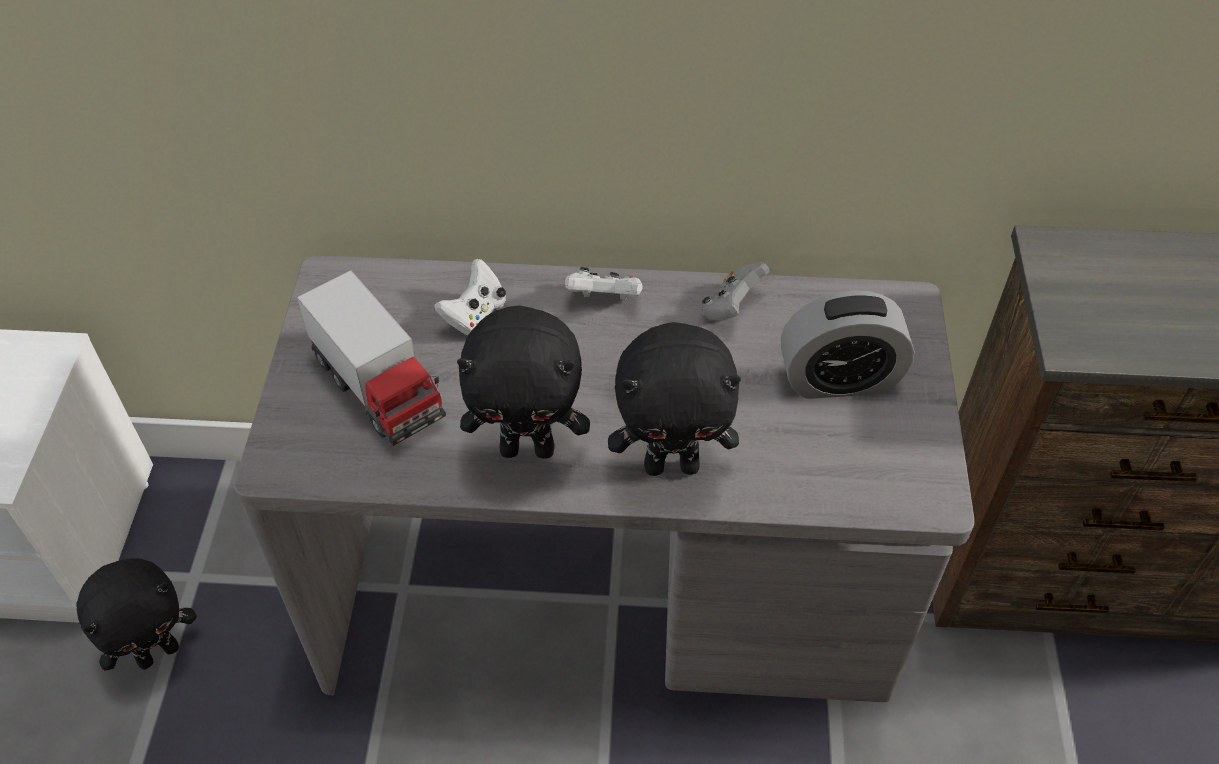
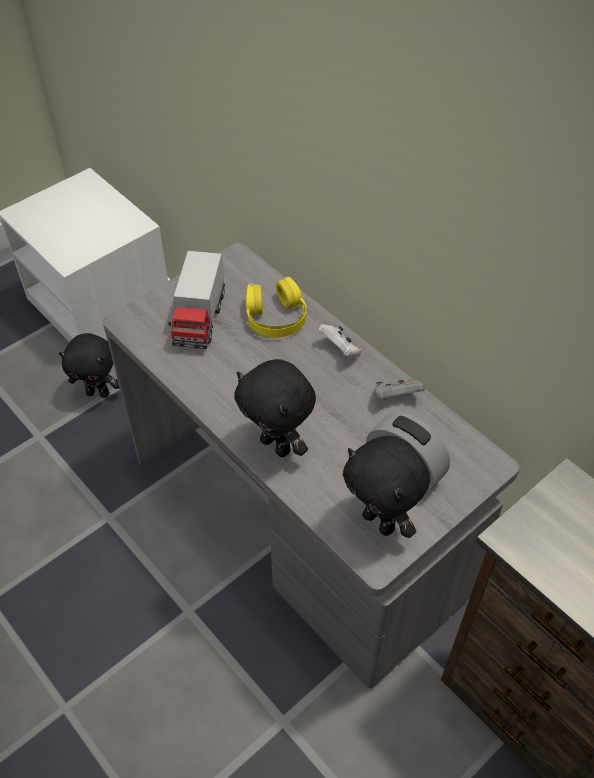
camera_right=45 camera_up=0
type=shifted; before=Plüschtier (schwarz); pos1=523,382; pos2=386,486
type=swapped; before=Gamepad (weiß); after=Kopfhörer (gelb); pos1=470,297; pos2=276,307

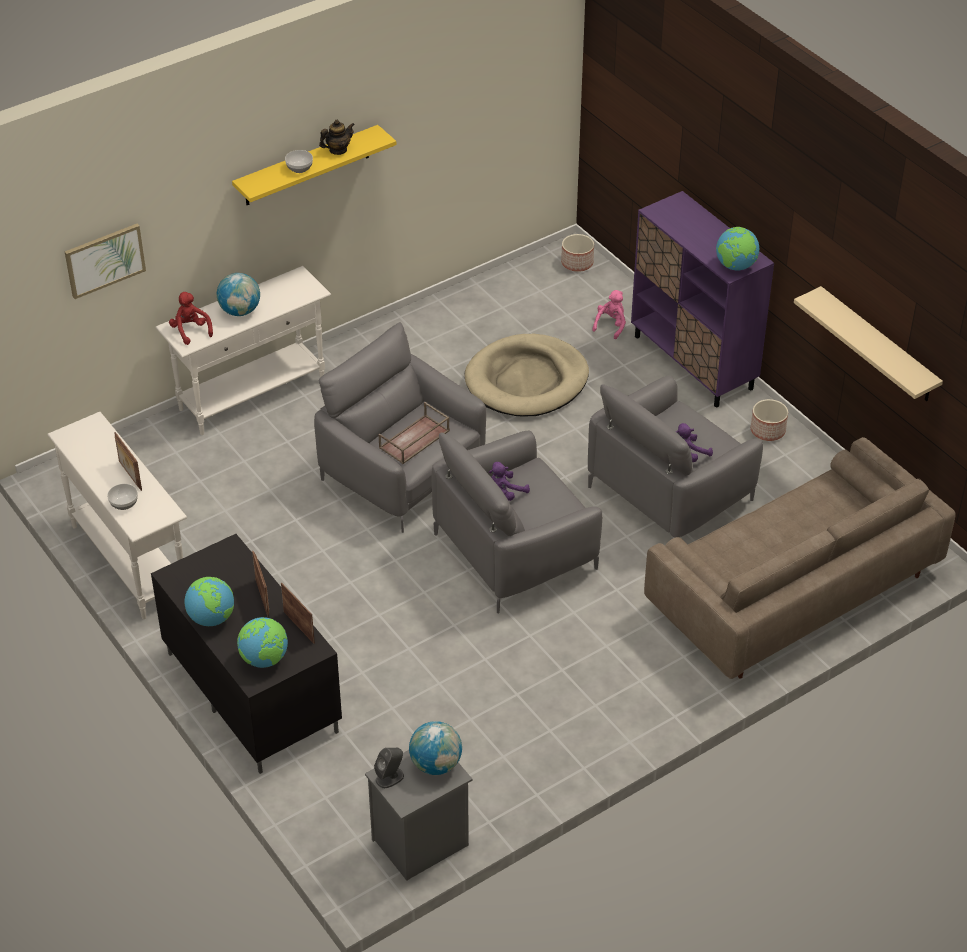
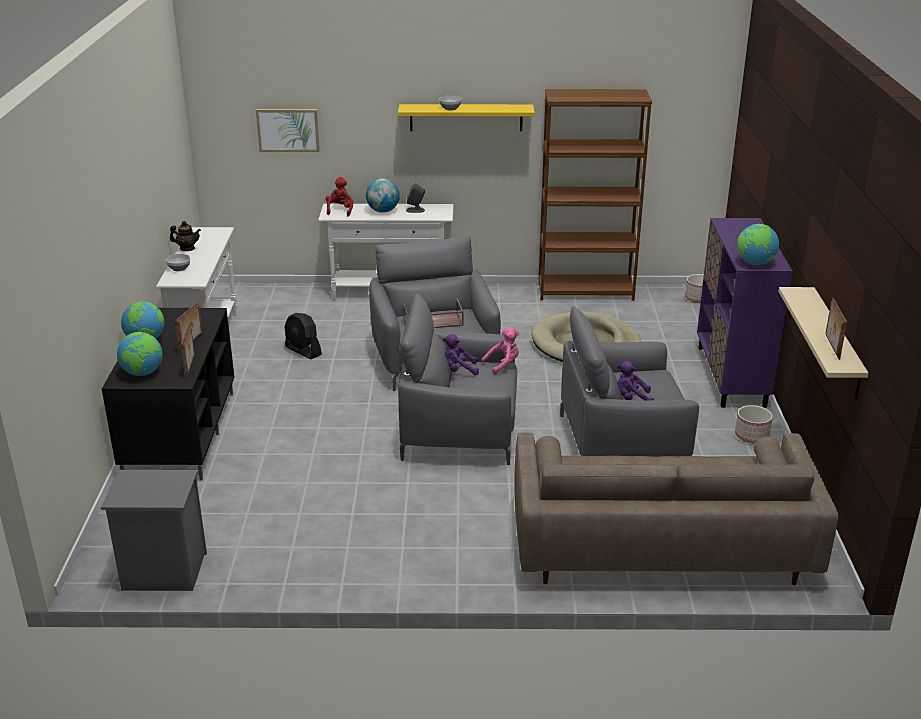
camera_right=35 camera_up=-15
type=gone; before=Globus; pos1=435,748
type=new; after=Ventilator (schwarz); pos2=303,336
type=new; after=Bücherregal (braun); pos2=595,195
type=shifted; before=Bilderrahmen; pos1=128,461; pos2=836,329
type=shifted; before=Teekanne; pos1=337,137; pos2=185,236
type=shifted; before=Lautsprecher (grau); pos1=389,768; pos2=415,198
type=shifted; before=Plüschtier (rosa); pos1=609,314; pos2=500,350

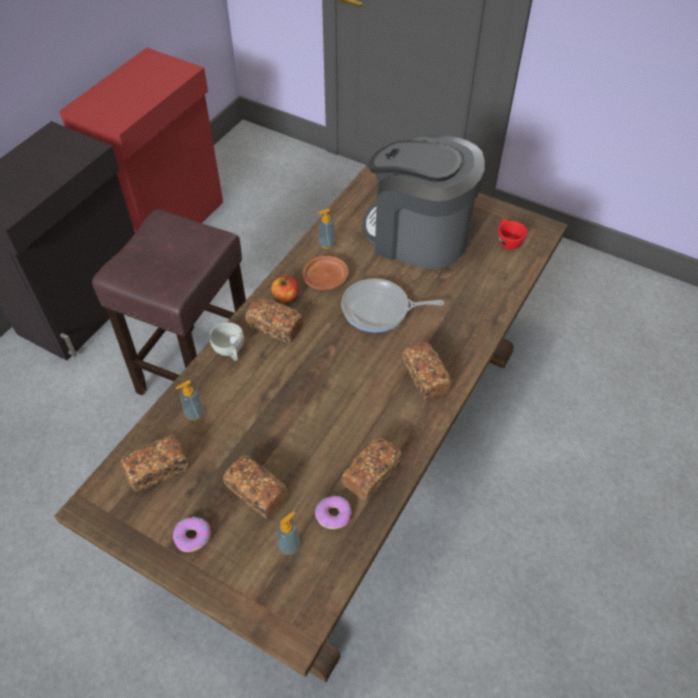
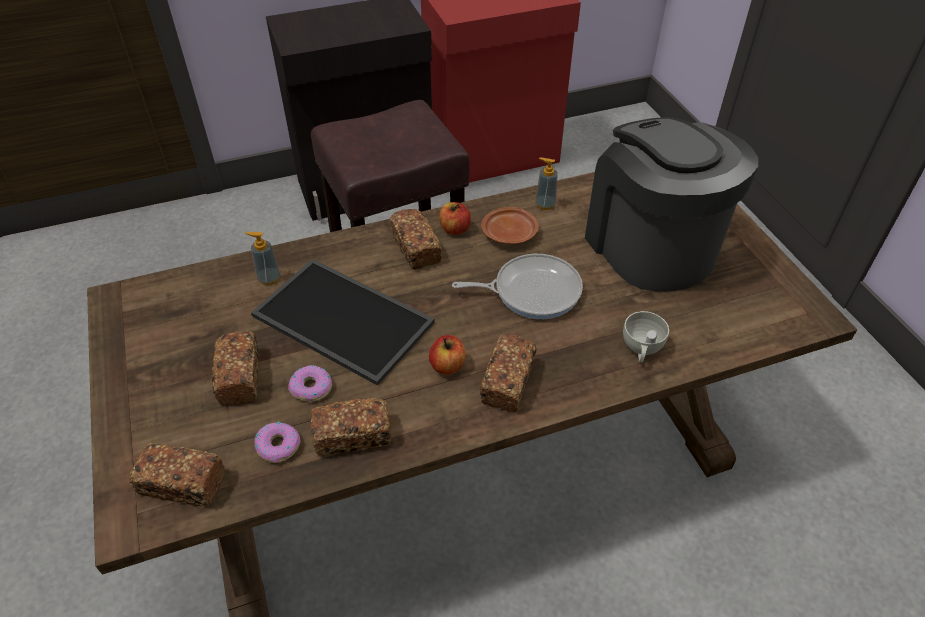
camera_right=40 camera_up=-5
type=gone; before=Seifenspender; pos1=289,533
type=gone; before=Tasse (rot); pos1=512,234
type=new; after=Tablett; pos2=343,322
type=new; after=Apfel; pos2=447,355
type=shifted; before=Brot; pos1=155,464; pos2=177,475
type=shifted; before=Donut; pos1=192,534; pos2=310,383
type=shifted; before=Tasse (weiß); pos1=227,341; pos2=646,337
type=rotated; before=Pfanne; pos1=392,305; pos2=517,286; turn=135

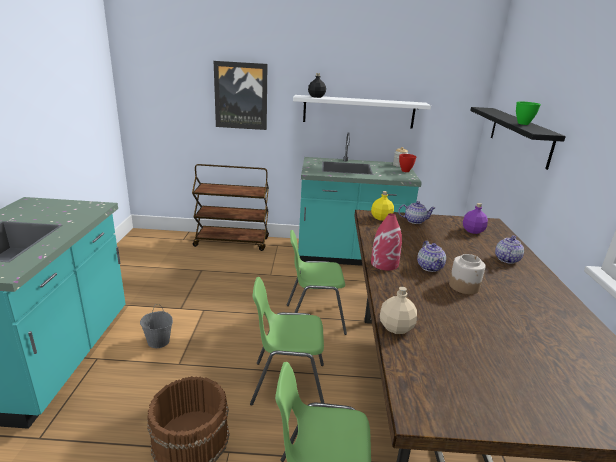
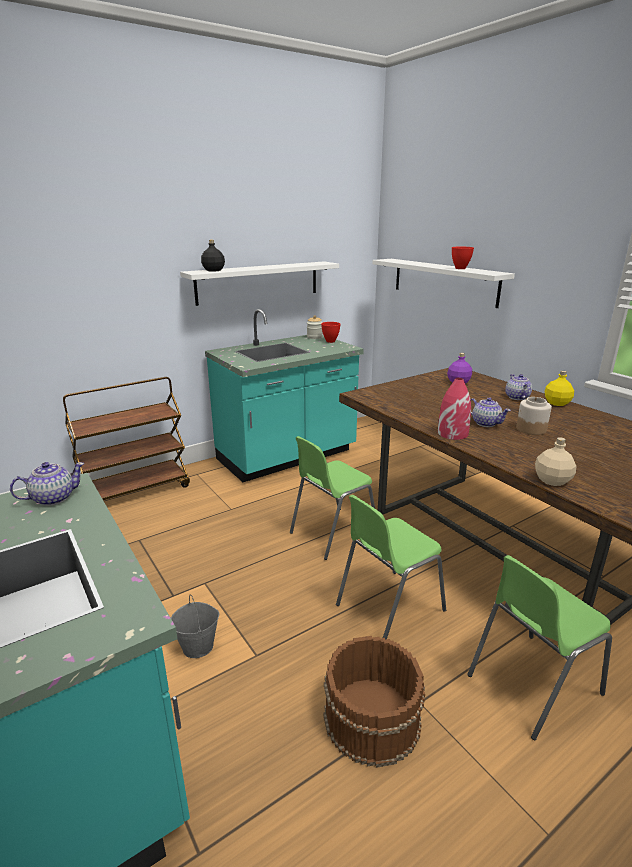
camera_right=-35 camera_up=0
type=gone; before=Bild; pos1=241,95
type=shifted; before=Flasche (gelb); pos1=382,206; pos2=559,388
type=shifted; before=Teekanne; pos1=416,212; pos2=47,484
type=repainted; before=Wandregal (schwarz); after=Wandregal (weiß); pos1=518,138; pos2=443,283
type=repainted; before=Schüssel (grün); after=Schüssel (rot); pos1=528,113; pos2=463,258

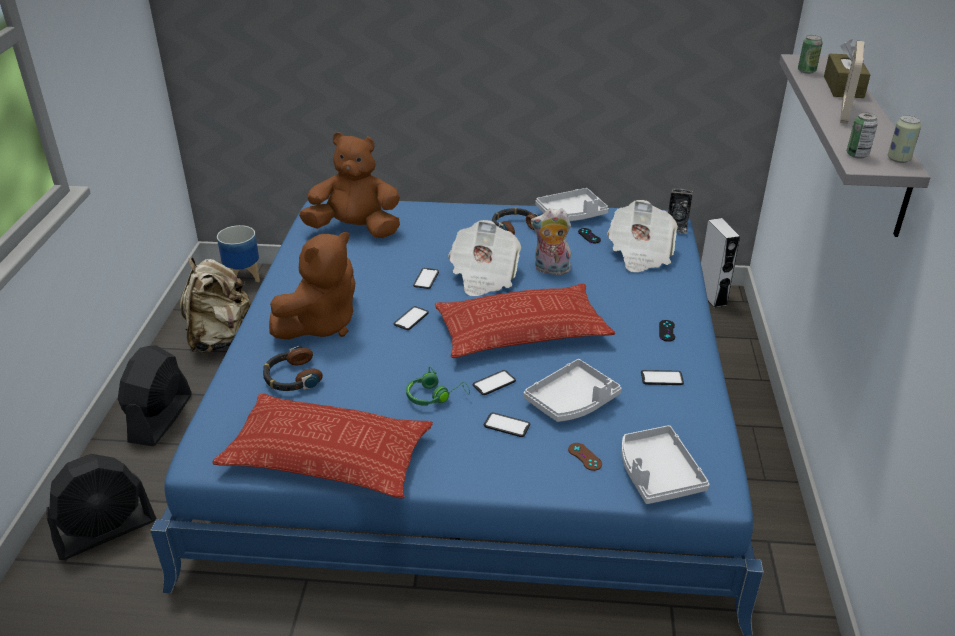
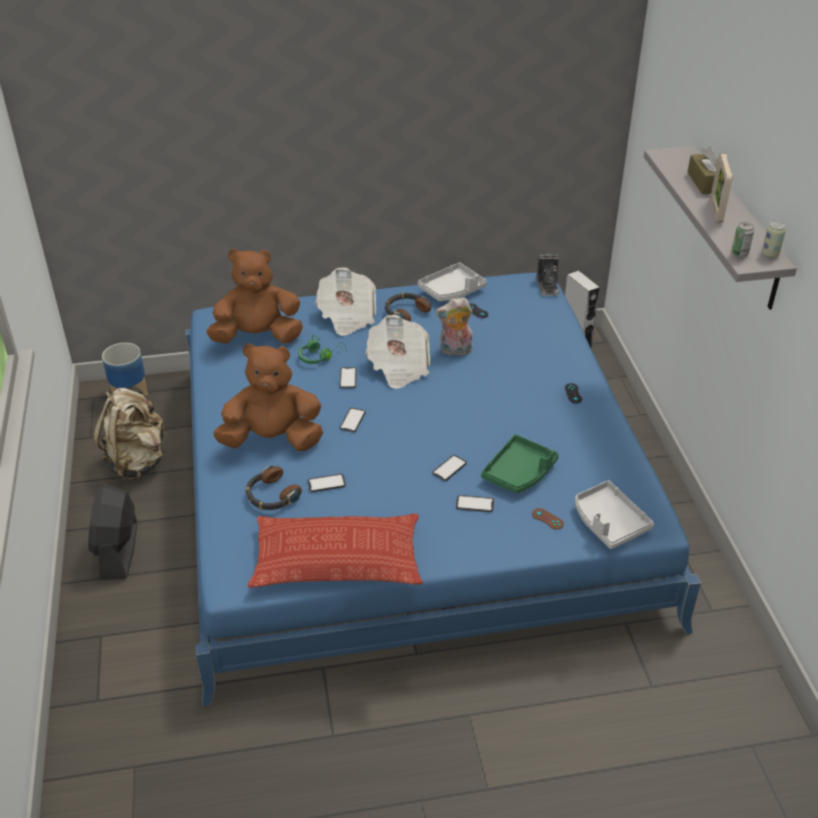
camera_right=-15 camera_up=5
type=gone; before=Ventilator (schwarz); pos1=101,507
type=gone; before=Kissen; pos1=525,320
type=gone; before=Dose; pos1=810,54
type=shifted; before=Kopfhörer (grün); pos1=438,386; pos2=322,349
type=shifted; before=Zeitung; pos1=642,236; pos2=345,301
type=shifted; before=Handy; pos1=662,377; pos2=327,483
type=repainted; before=Tablett (grau); after=Tablett (grün); pos1=573,390; pos2=520,464
type=rotated; before=Plüschtier (braun); pos1=312,286; pos2=268,397; turn=-120

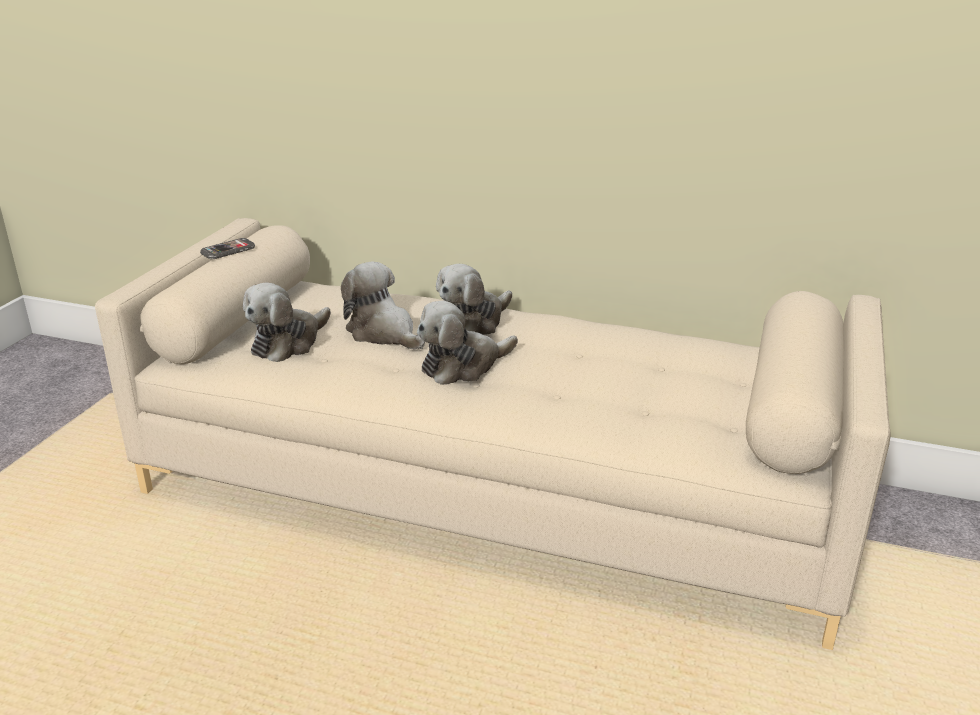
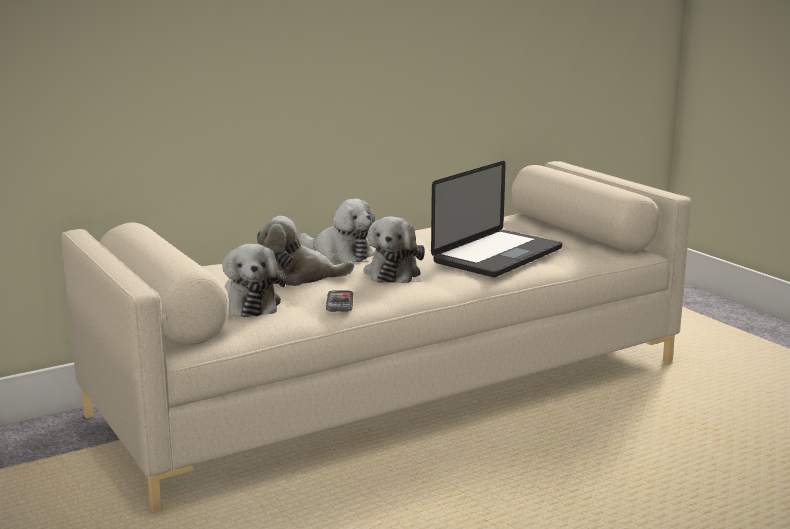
camera_right=-50 camera_up=-10
type=new; after=Laptop; pos2=496,219
type=shifted; before=Handy; pos1=227,248; pos2=339,301
type=rotated; before=Plüschtier; pos1=474,299; pos2=337,230; turn=-45

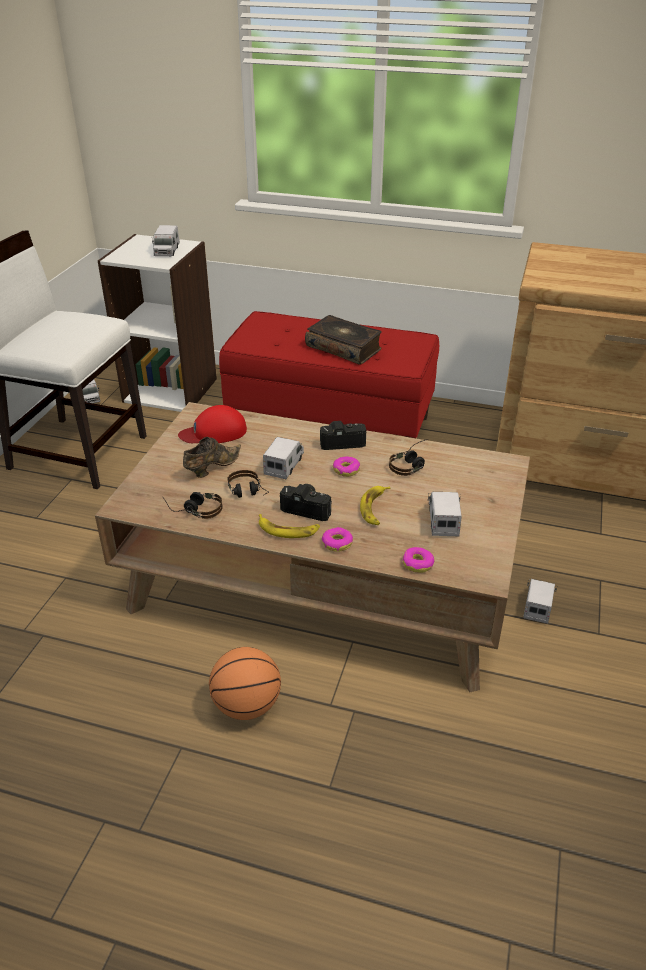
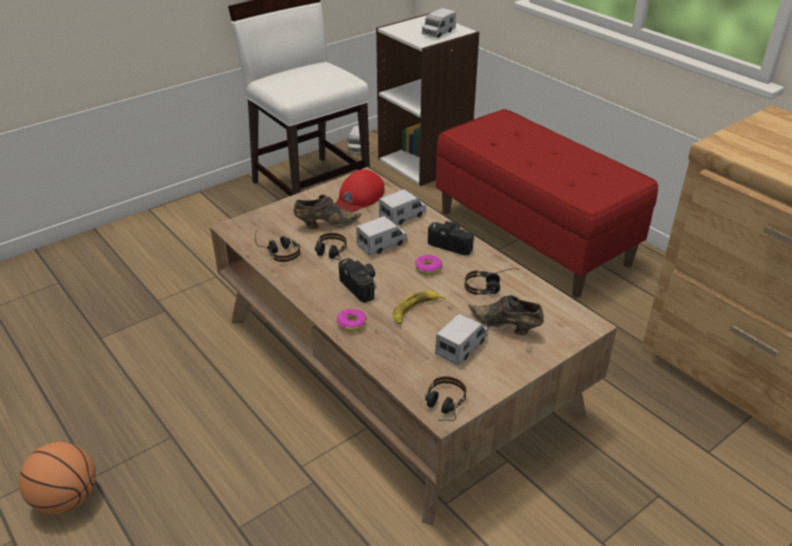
camera_right=35 camera_up=0
type=gone; before=Banane; pos1=289,526
type=gone; before=Buch; pos1=343,340
type=gone; before=Donut; pos1=418,560
type=new; after=Kopfhörer; pos2=446,398
type=new; after=Schuh (braun); pos2=506,315
type=shifted; before=Basketball; pos1=245,683; pos2=57,478
type=shifted; before=Spielzeuglaster; pos1=540,601; pos2=403,207
type=rotated; before=Kappe (rot); pos1=212,424; pos2=360,190; turn=-75

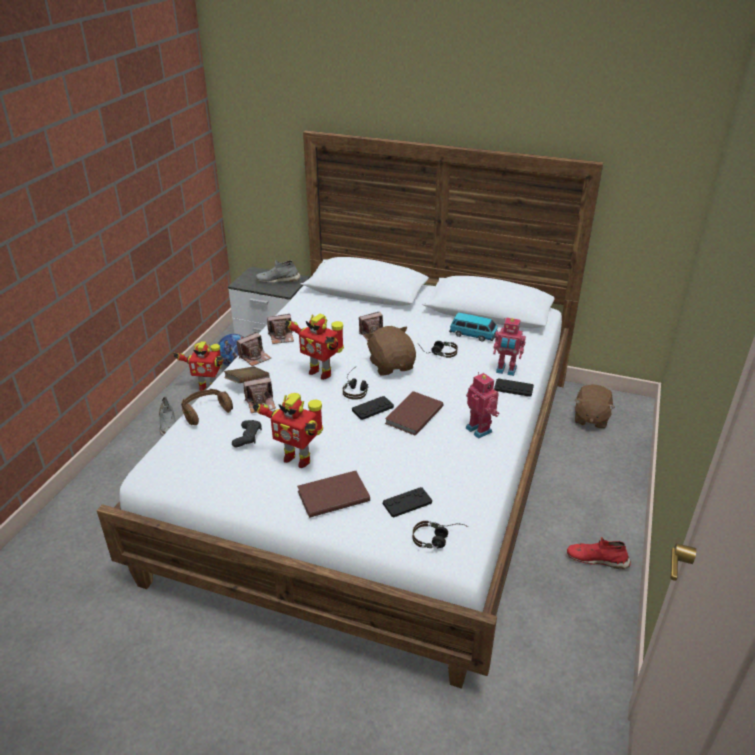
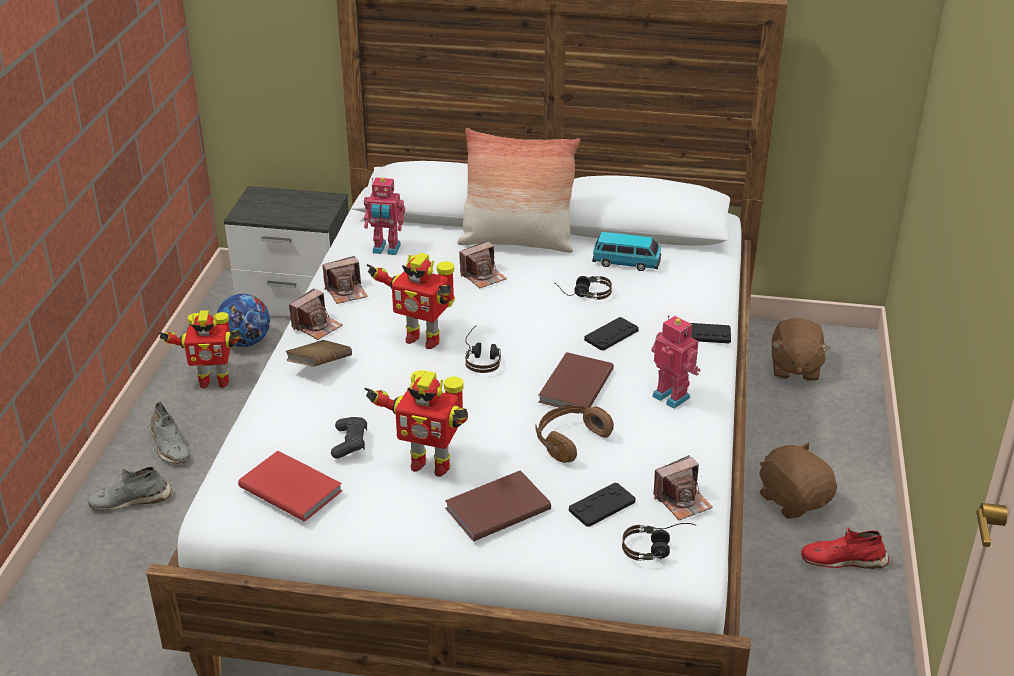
camera_right=-10 camera_up=0
type=new; after=Buch (rot); pos2=290,486
type=new; after=Kissen; pos2=519,190
type=shifted; before=Kopfhörer (braun); pos1=207,407; pos2=574,433
type=shifted; before=Kamera; pos1=259,394; pos2=683,487
type=shifted; before=Schuh (grau); pos1=278,271; pos2=130,489
type=shifted; before=Gamepad (schwarz); pos1=373,408; pos2=611,334
type=shifted; before=Plüschtier (braun); pos1=390,351; pos2=798,480
type=shifted; before=Spielzeugroboter; pos1=509,347; pos2=384,216

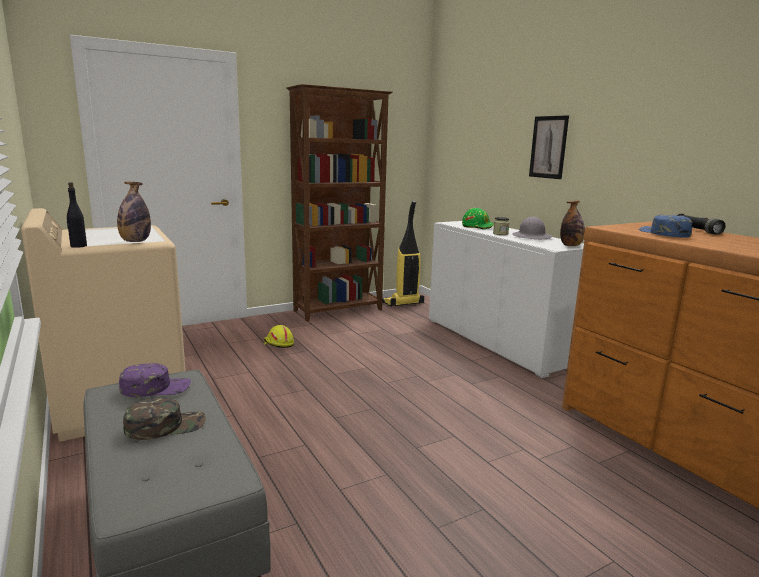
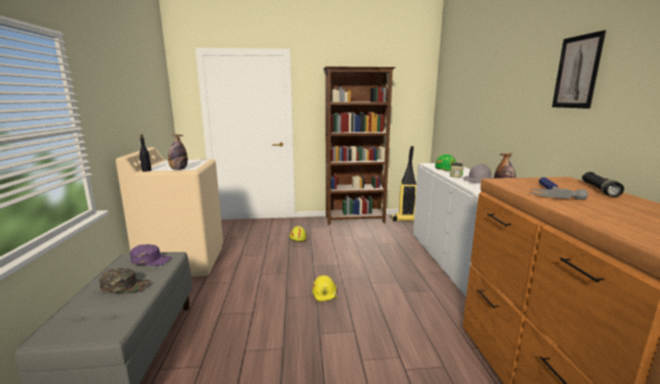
camera_right=25 camera_up=0
type=new; after=Schutzhelm (gelb); pos2=324,288
type=shifted; before=Bild; pos1=549,147; pos2=579,69
type=swapped; before=Kappe (blau); after=Hammer; pos1=666,226; pos2=559,188

